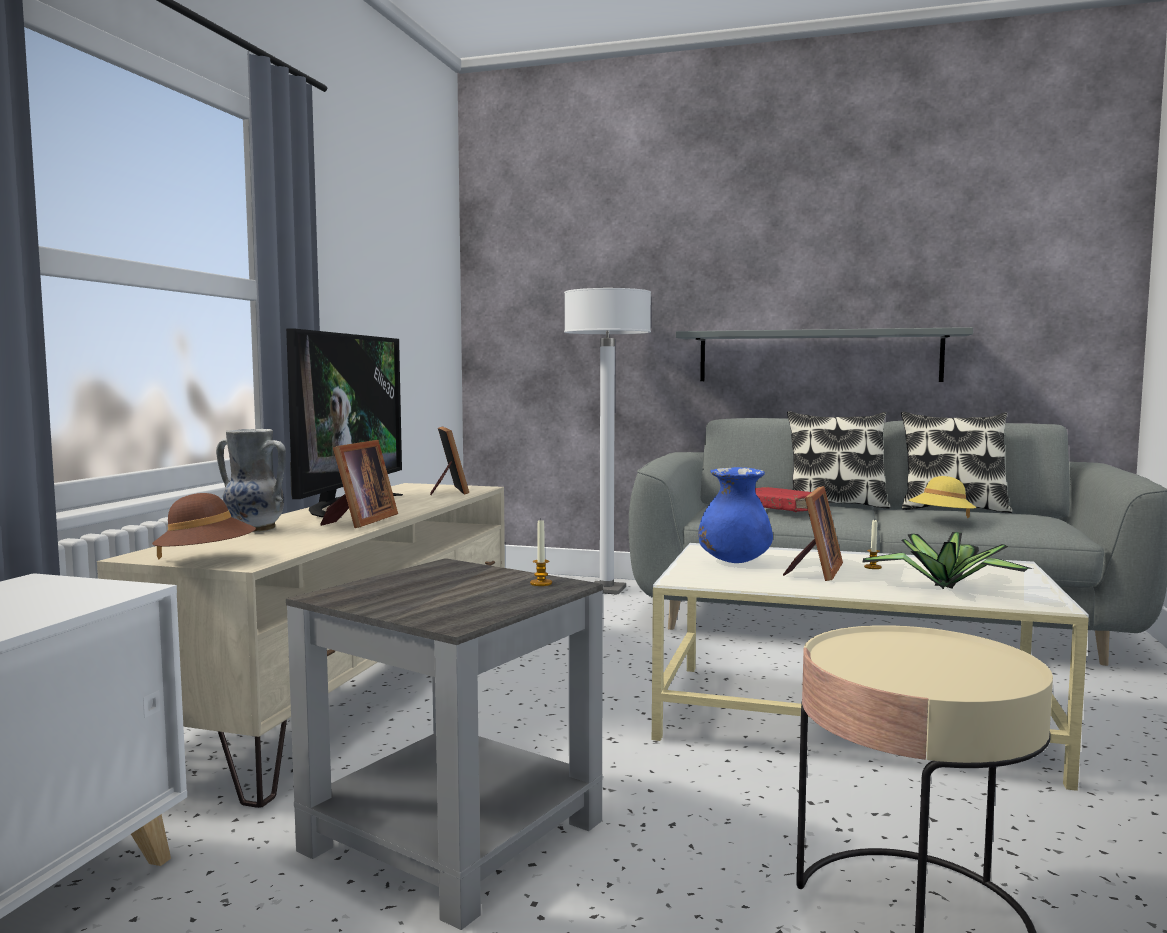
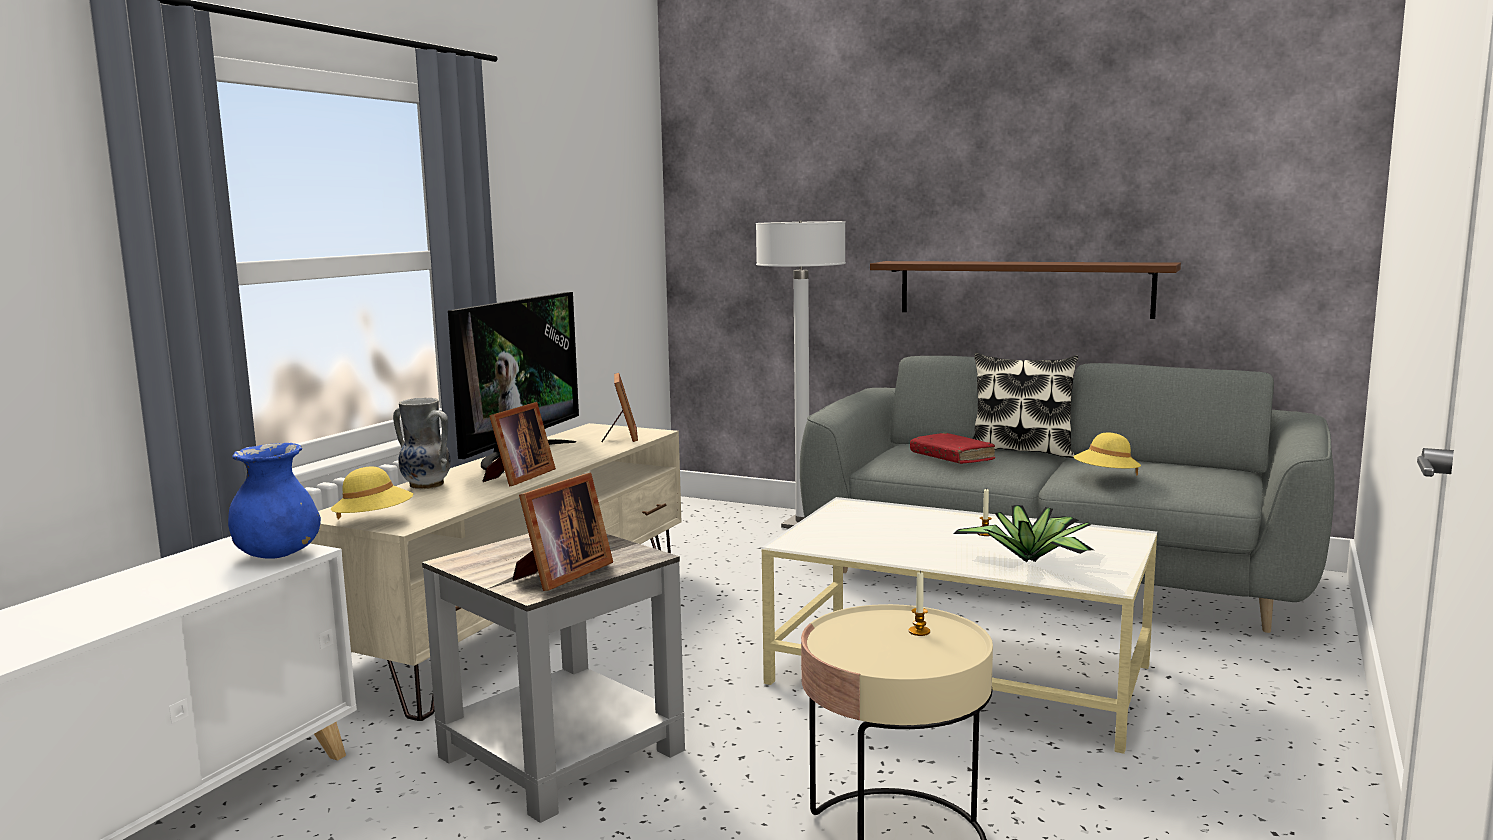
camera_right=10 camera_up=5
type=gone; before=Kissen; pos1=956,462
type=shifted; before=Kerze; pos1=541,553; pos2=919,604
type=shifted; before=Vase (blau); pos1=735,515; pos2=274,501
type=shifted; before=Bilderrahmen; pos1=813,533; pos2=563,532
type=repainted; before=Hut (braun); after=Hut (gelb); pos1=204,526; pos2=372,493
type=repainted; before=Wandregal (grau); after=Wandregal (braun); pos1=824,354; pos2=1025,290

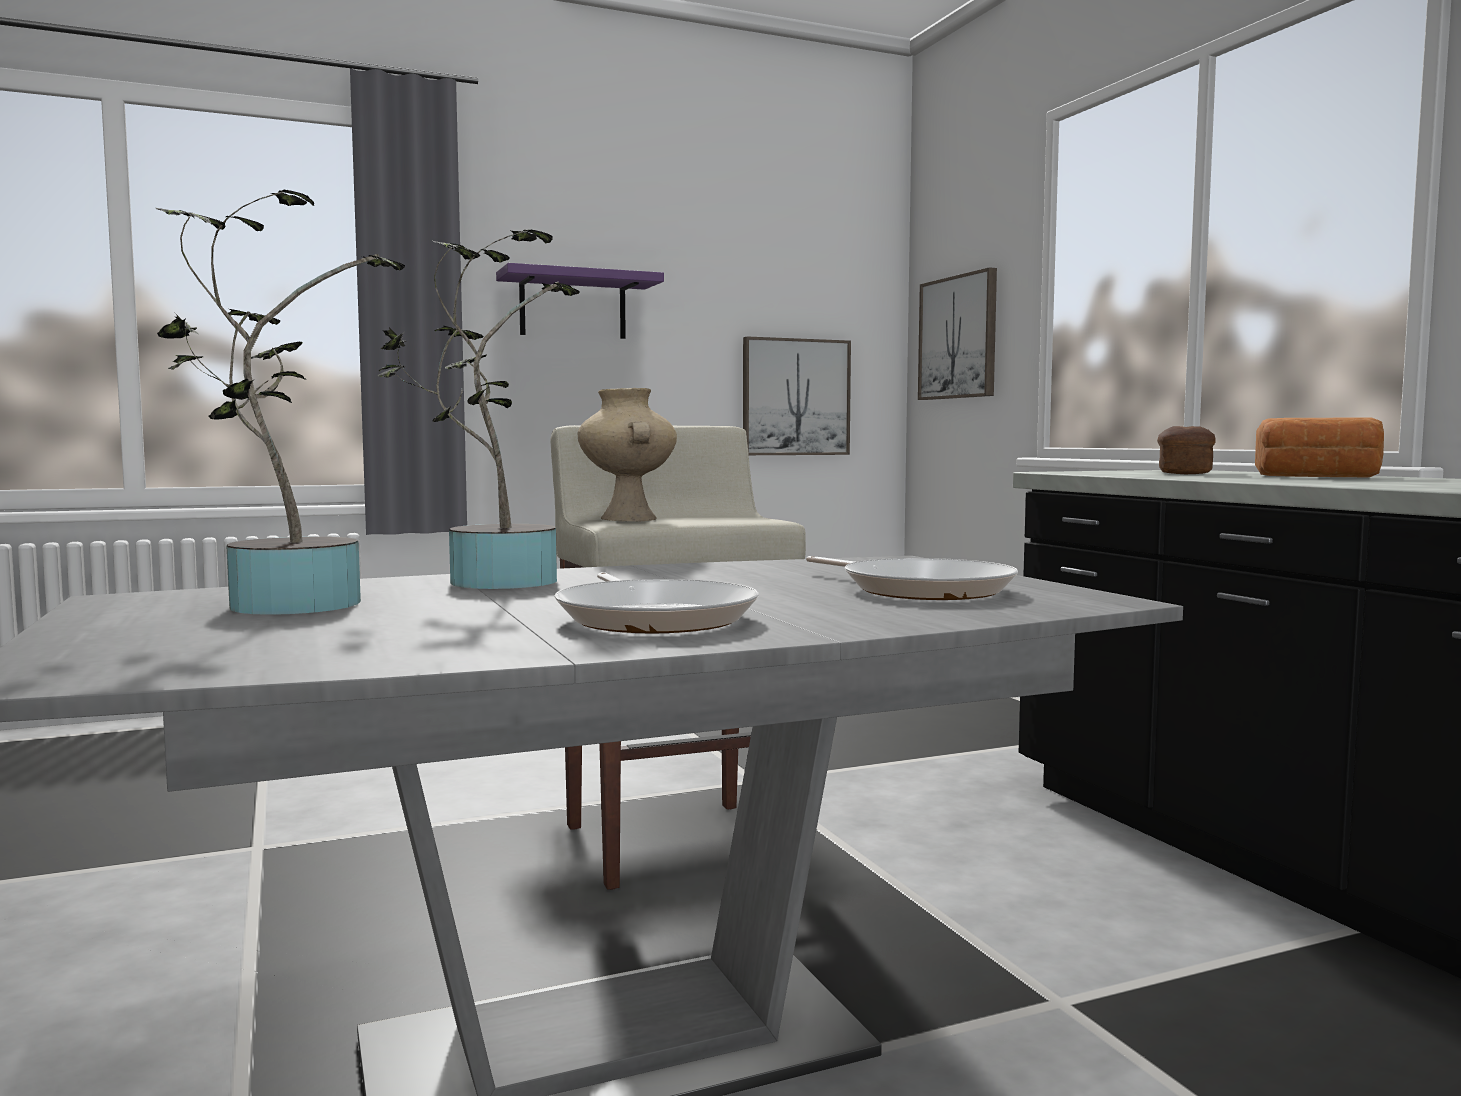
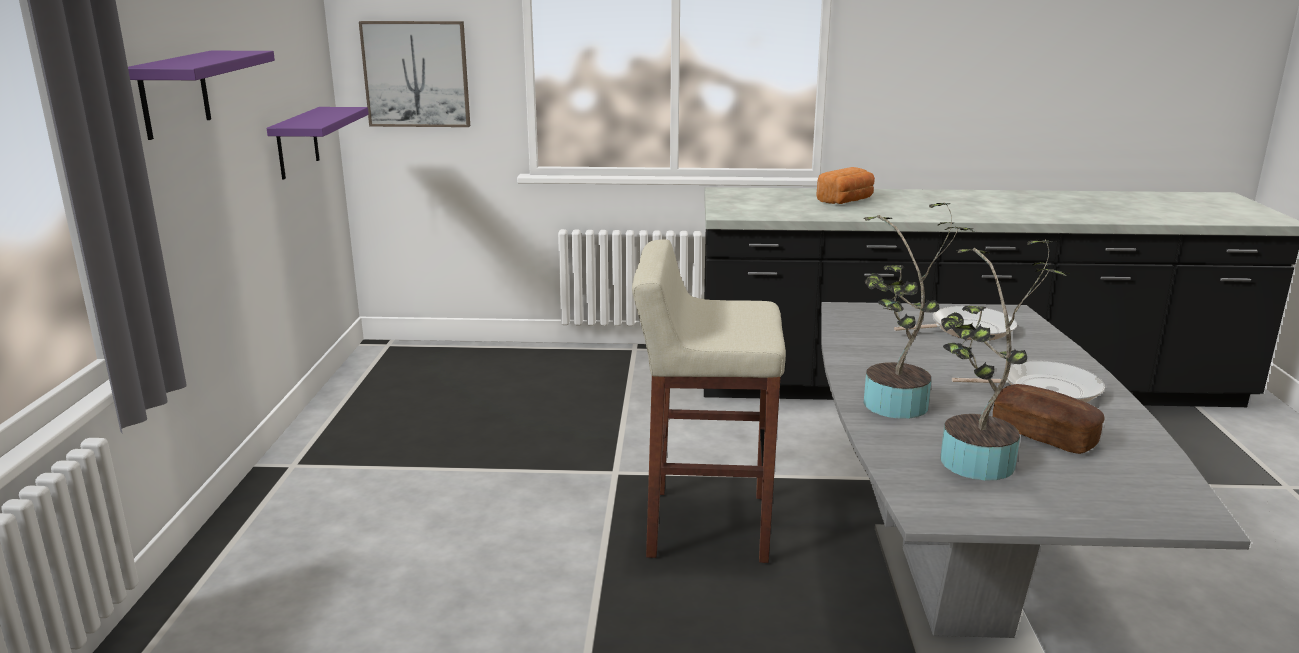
camera_right=-65 camera_up=15
type=gone; before=Vase (beige); pos1=627,454
type=shifted; before=Brot; pos1=1186,450; pos2=1049,419
type=swapped; before=Bild; after=Wandregal (lila); pos1=797,395; pos2=318,143

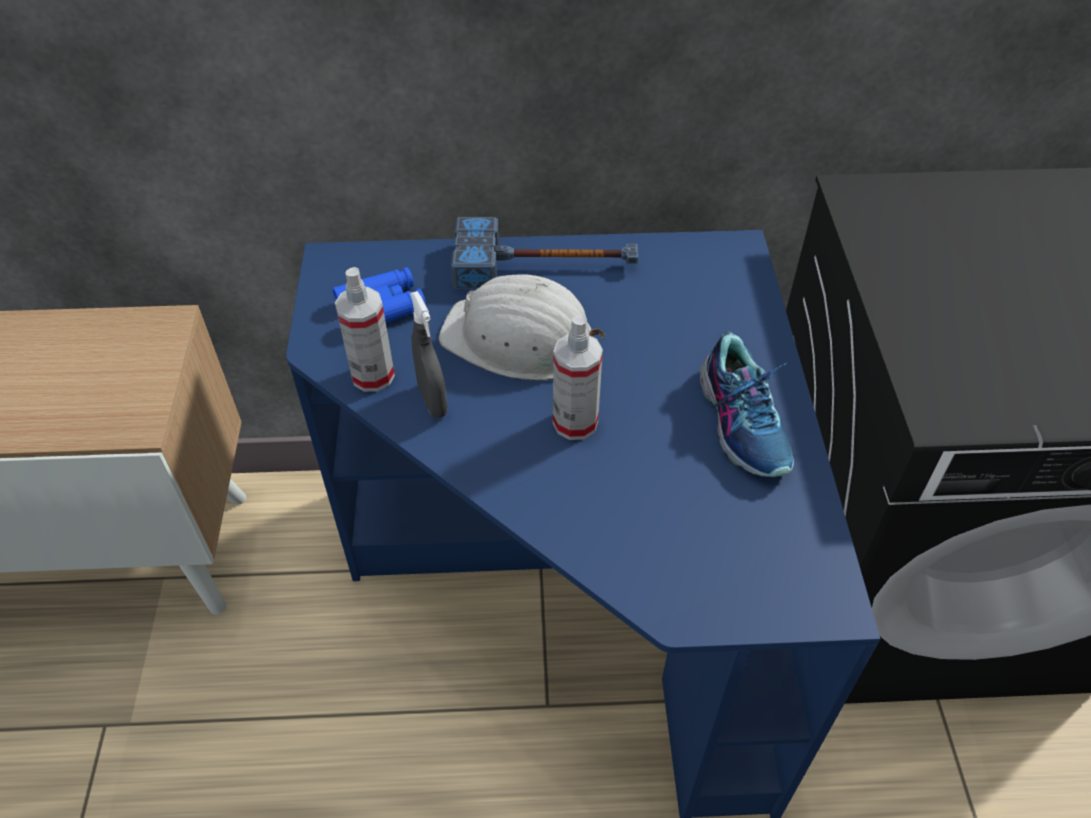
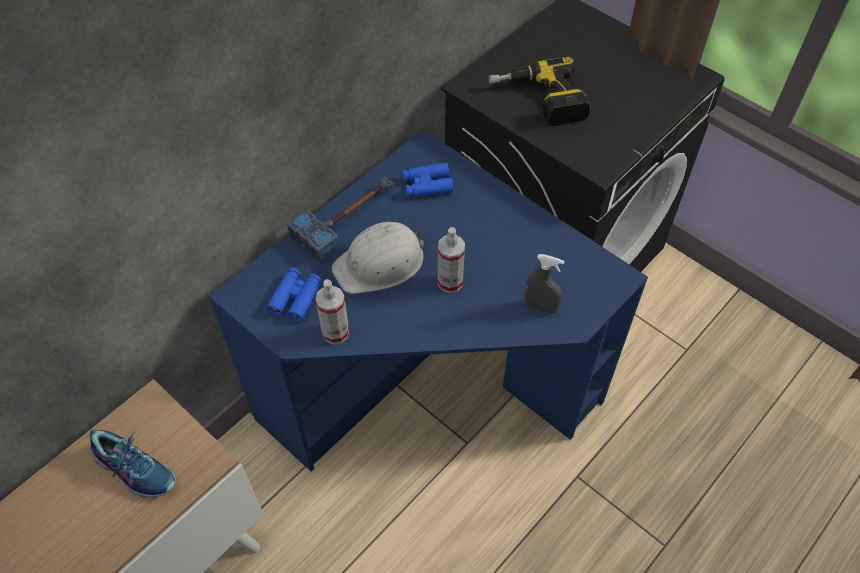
camera_right=-45 camera_up=5
type=new; after=Fernglas (blau); pos2=427,180
type=new; after=Bohrmaschine; pos2=539,91
type=shifted; before=Sprühflasche (grau); pos1=429,354; pos2=544,284
type=shifted; before=Schuh; pos1=747,404; pos2=132,463

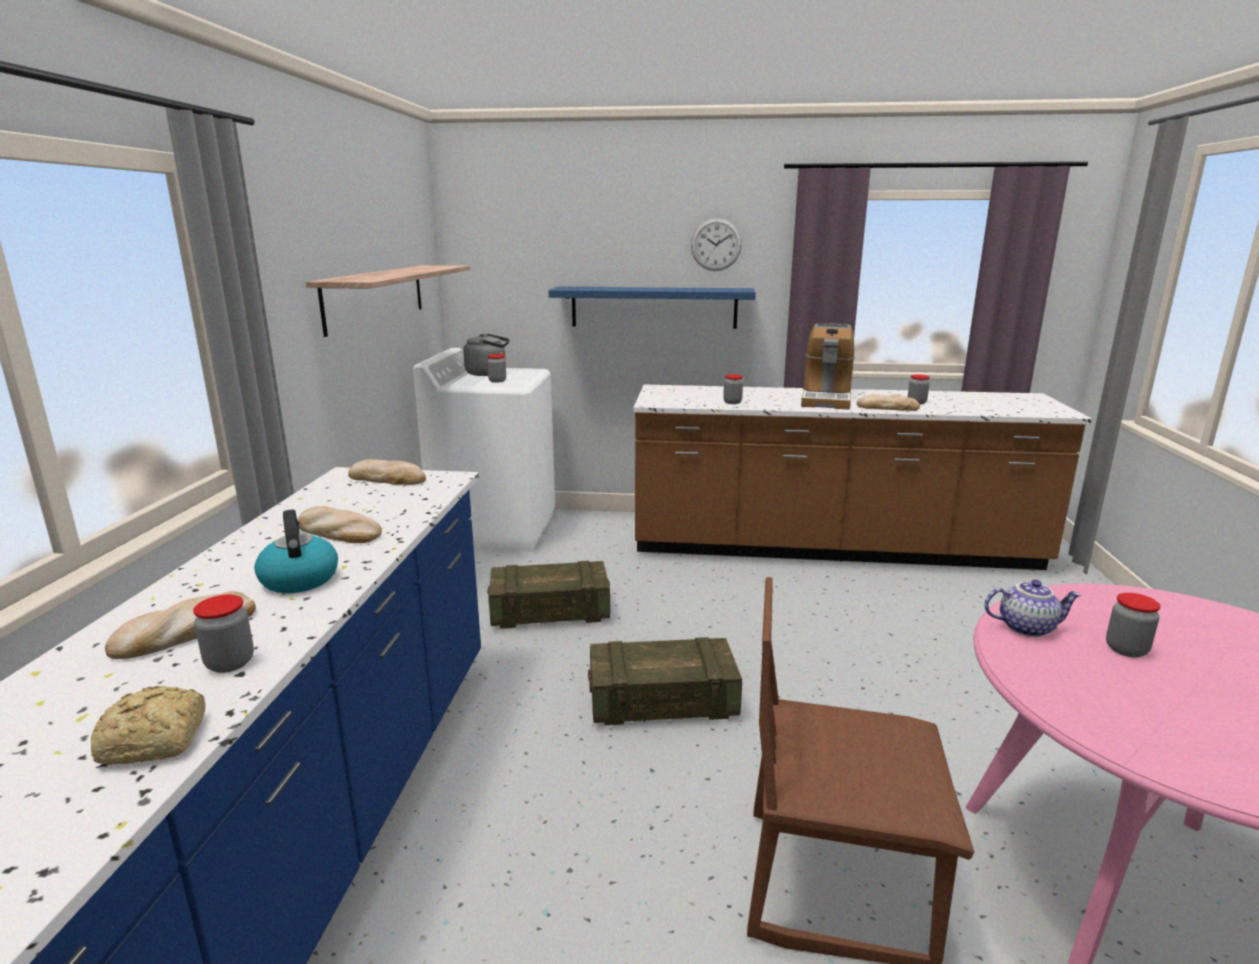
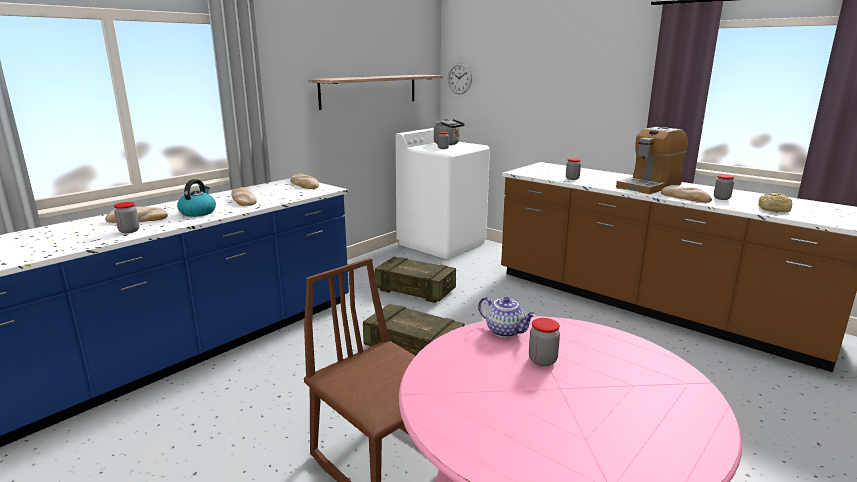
camera_right=35 camera_up=0
type=gone; before=Wandregal (blau); pos1=652,308
type=shifted; before=Brot; pos1=148,725; pos2=775,203
type=shifted; before=Wanduhr; pos1=716,244; pos2=460,78

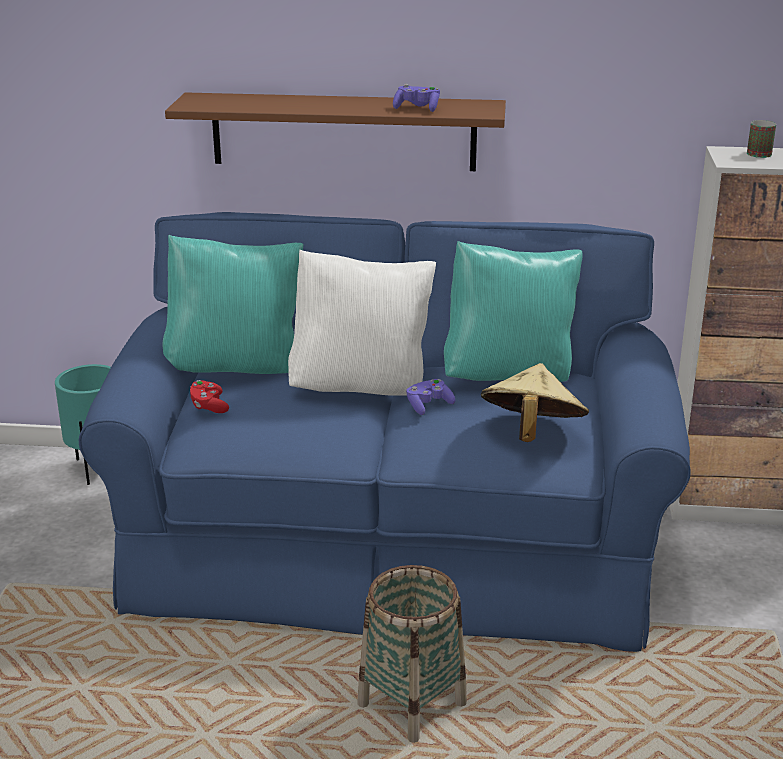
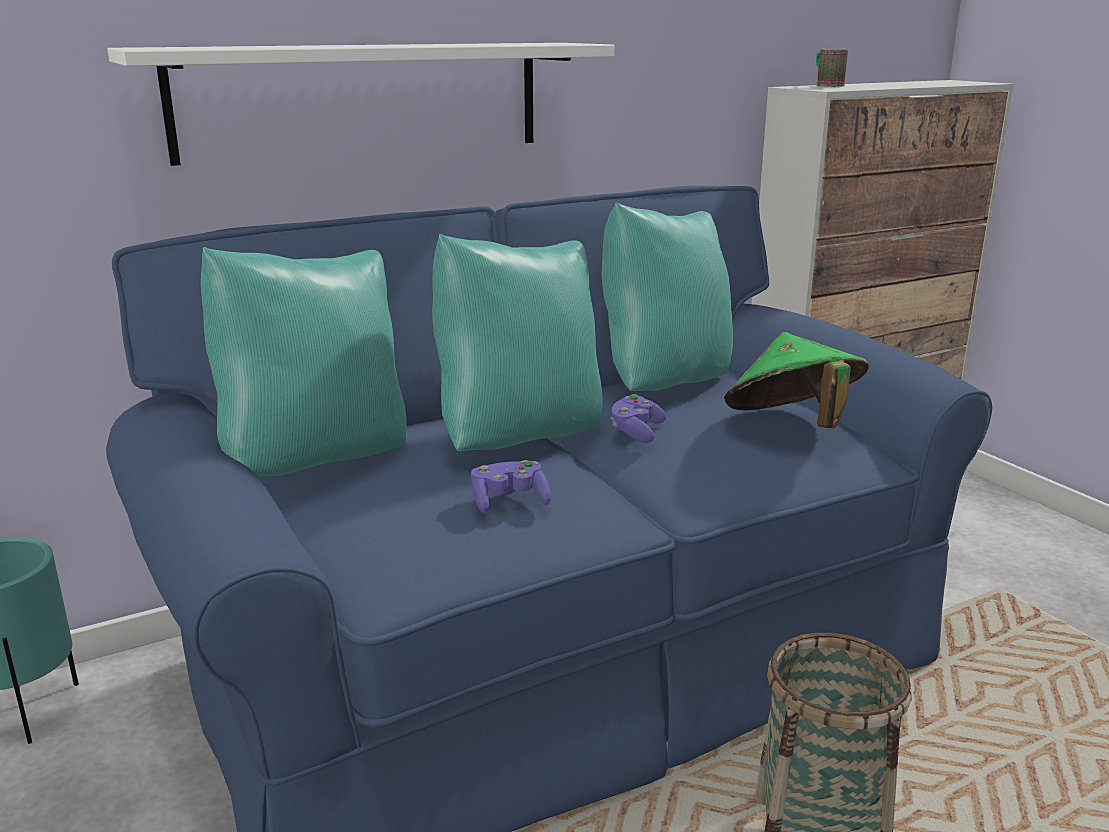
camera_right=-35 camera_up=-5
type=gone; before=Gamepad (rot); pos1=209,396
type=shifted; before=Gamepad (lila); pos1=416,98; pos2=511,487
type=repainted; before=Wandregal (braun); after=Wandregal (weiß); pos1=335,131; pos2=360,104
type=repainted; before=Kissen (weiß); after=Kissen (türkis); pos1=362,323; pos2=517,342
type=repainted; before=Hut (beige); after=Hut (grün); pos1=535,402; pos2=796,380

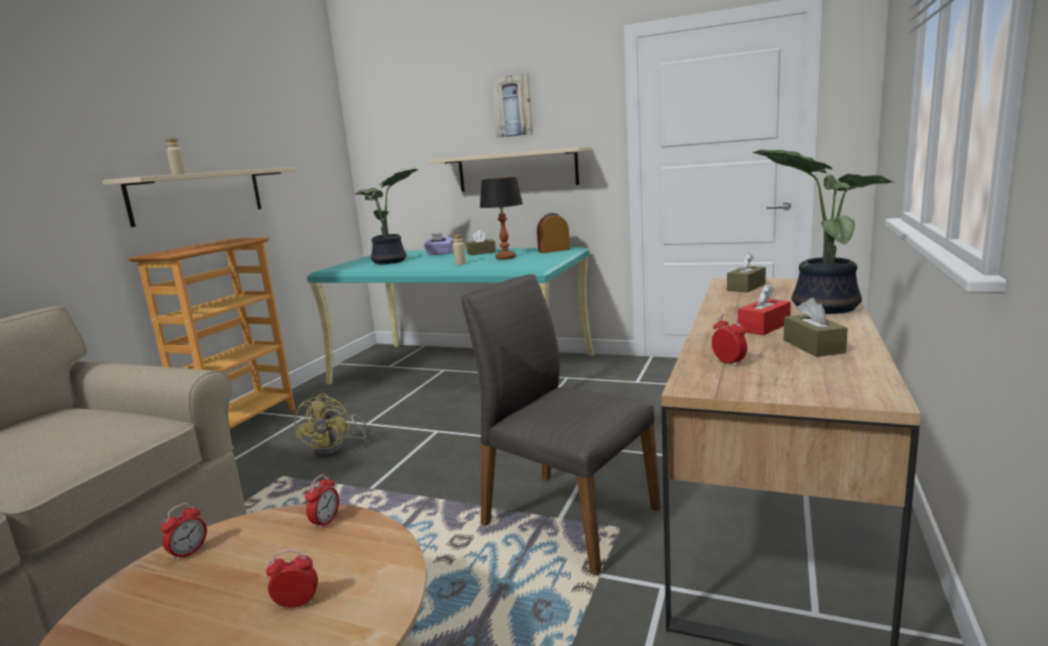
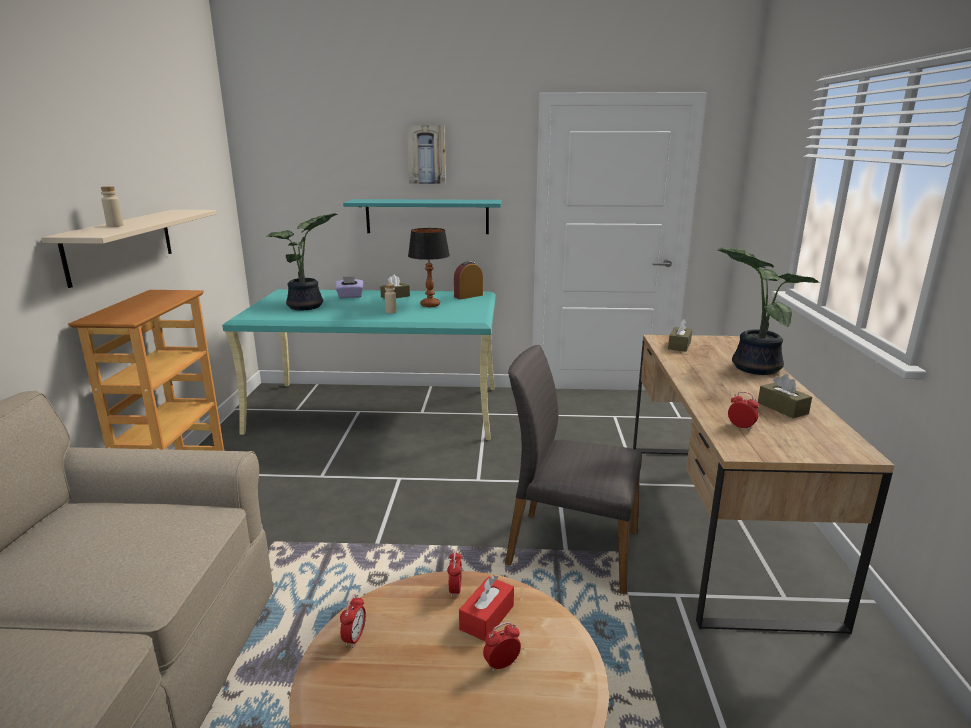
camera_right=-20 camera_up=5
type=gone; before=Ventilator (gelb); pos1=330,425
type=shifted; before=Taschentuchbox (rot); pos1=764,309; pos2=486,608
type=repainted; before=Wandregal (beige); after=Wandregal (türkis); pos1=509,169; pos2=422,216

